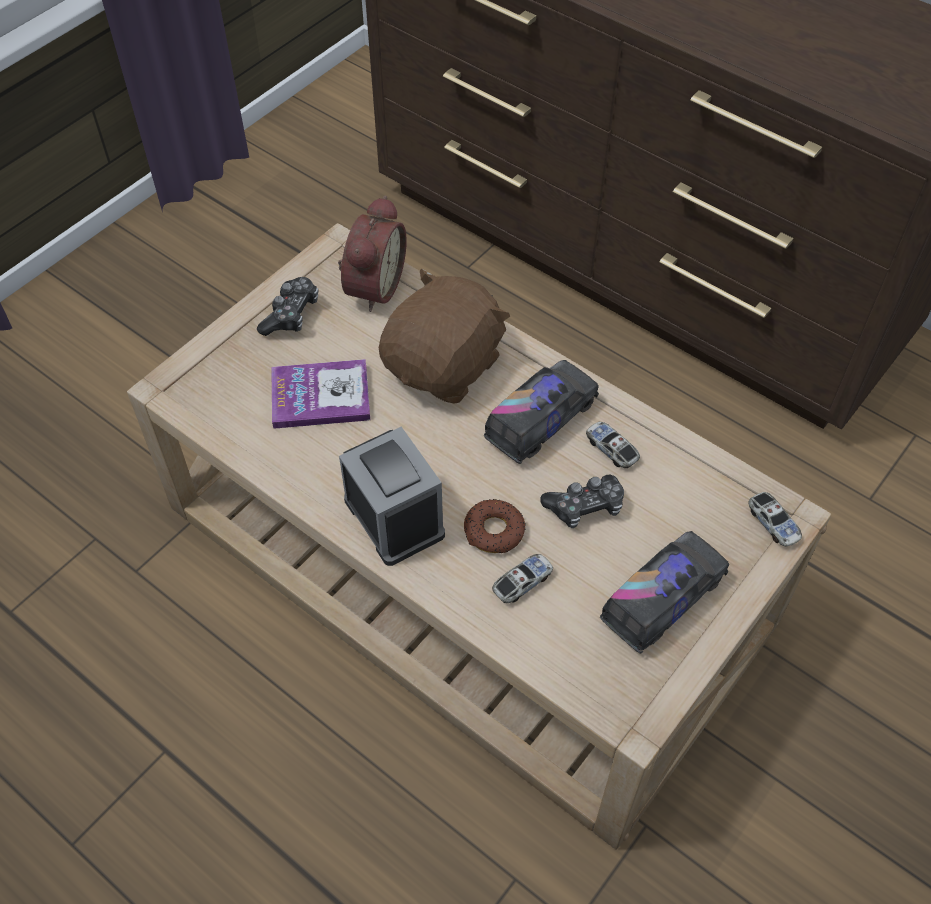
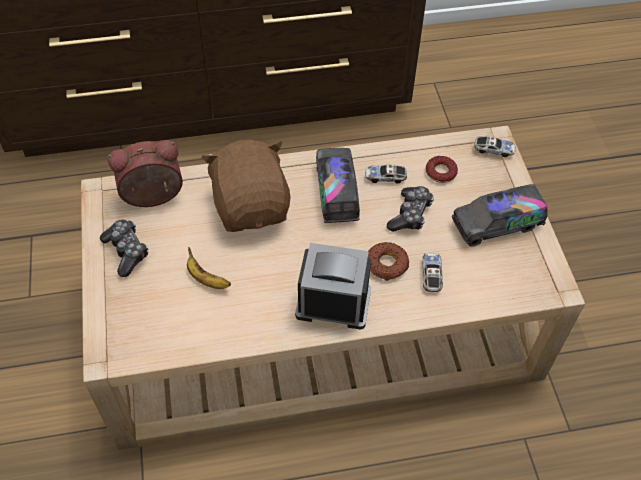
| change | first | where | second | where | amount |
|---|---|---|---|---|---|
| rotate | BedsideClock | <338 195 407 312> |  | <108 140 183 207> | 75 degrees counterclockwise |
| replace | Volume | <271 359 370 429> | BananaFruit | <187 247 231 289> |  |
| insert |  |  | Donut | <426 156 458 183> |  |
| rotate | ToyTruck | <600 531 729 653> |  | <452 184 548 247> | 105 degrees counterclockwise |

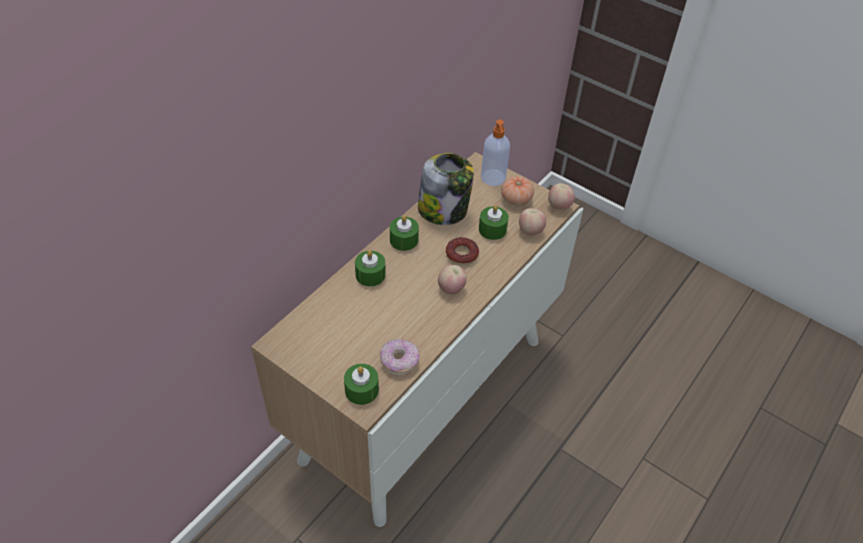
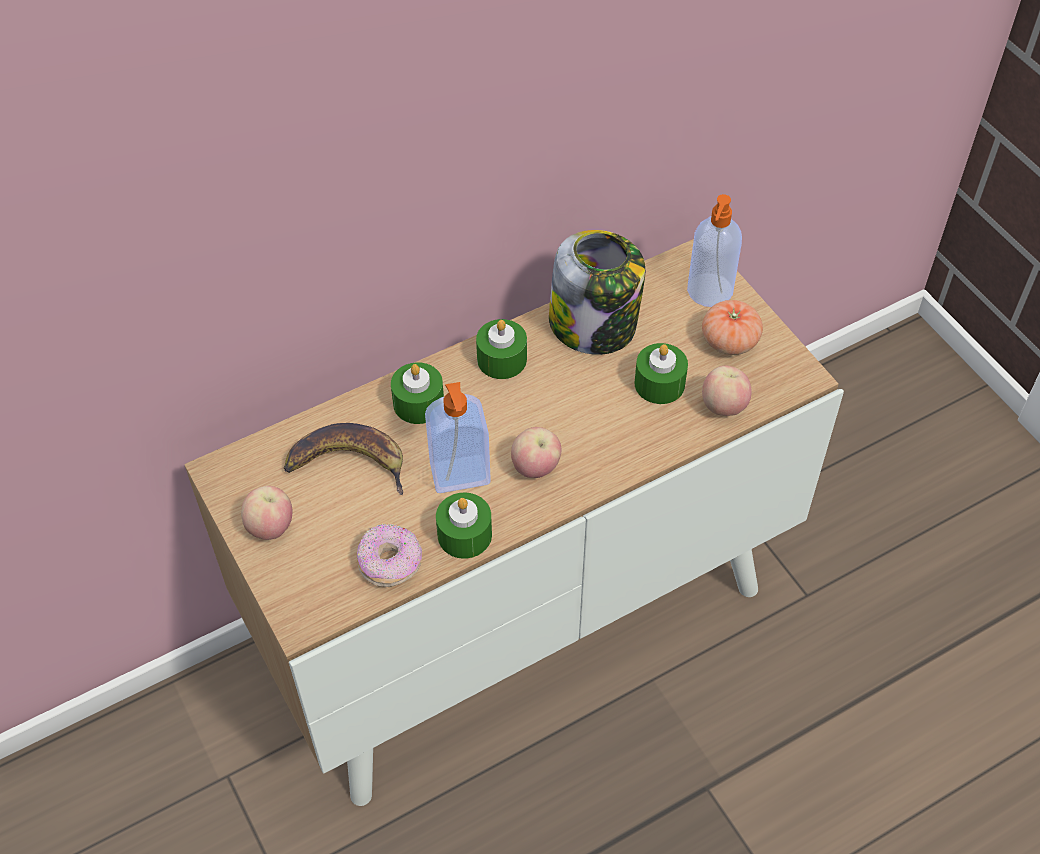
| change | first | where | second | where | amount |
|---|---|---|---|---|---|
| move | Apple | <548 183 575 210> |  | <241 486 292 540> |  |
| insert |  |  | BananaFruit | <284 423 403 495> |  |
| insert |  |  | LiquidSoapBottle | <425 382 491 493> |  |
| move | GreenCandle | <344 364 379 405> |  | <436 493 492 559> |  |
| delete | Donut | <446 237 479 265> |  |  |  |

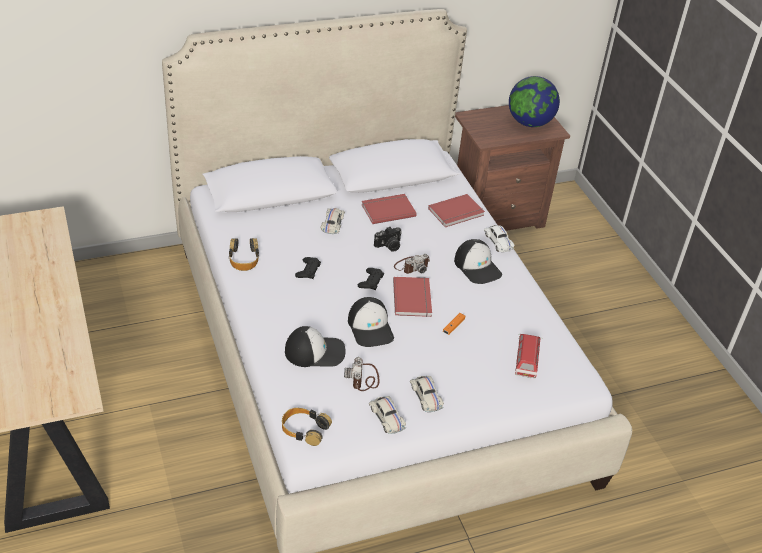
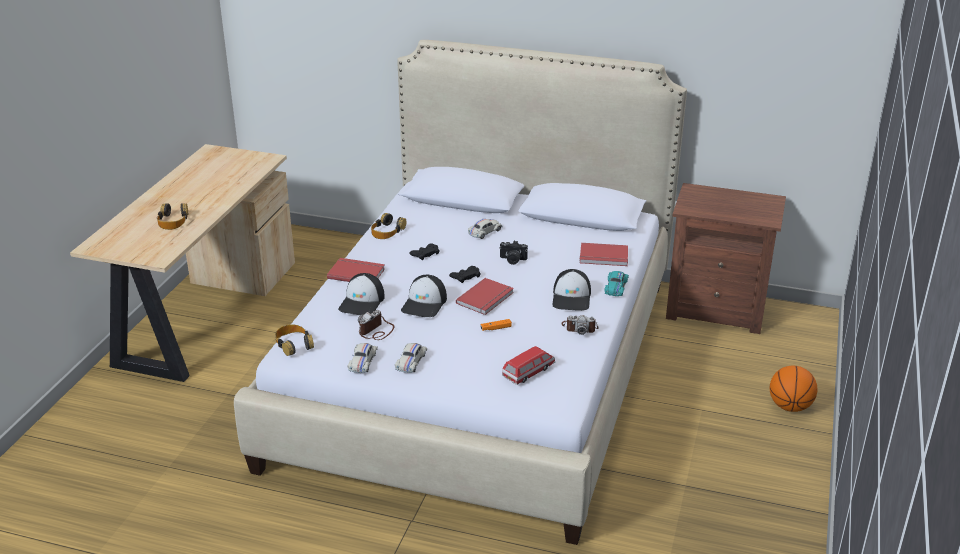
| change | first | where | second | where | amount |
|---|---|---|---|---|---|
| insert |  |  | PairOfHeadphones | <157 203 188 230> |  |
| move | RedVolume | <362 194 417 224> |  | <327 258 385 282> |  |
| rotate | BaseballCap | <285 326 345 367> |  | <338 273 385 315> | 75 degrees clockwise |
| move | StillCamera | <394 254 430 274> |  | <561 315 598 335> |  |
| recolor | WhiteToyCar | <484 225 514 252> | TurquoiseColouredToyCar | <604 271 629 296> |  |
| insert |  |  | Basketball | <770 366 817 412> |  |
| delete | DeskGlobe | <509 76 560 127> |  |  |  |

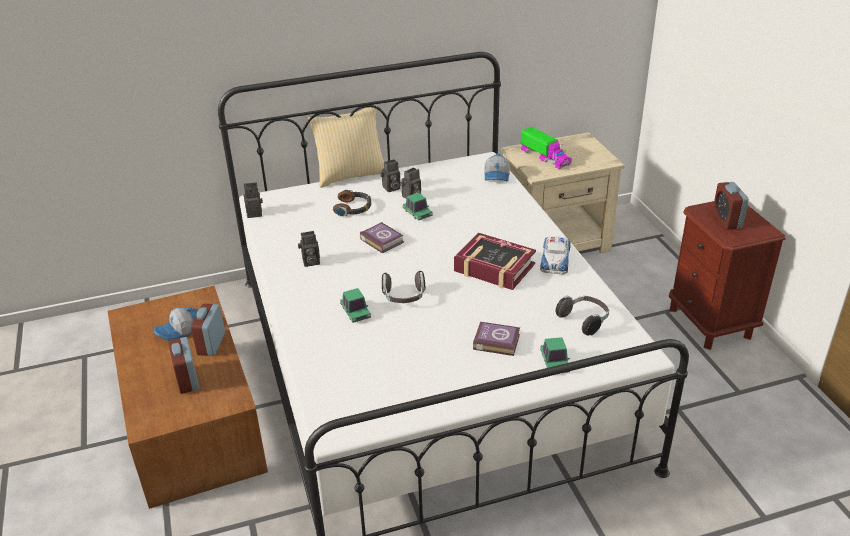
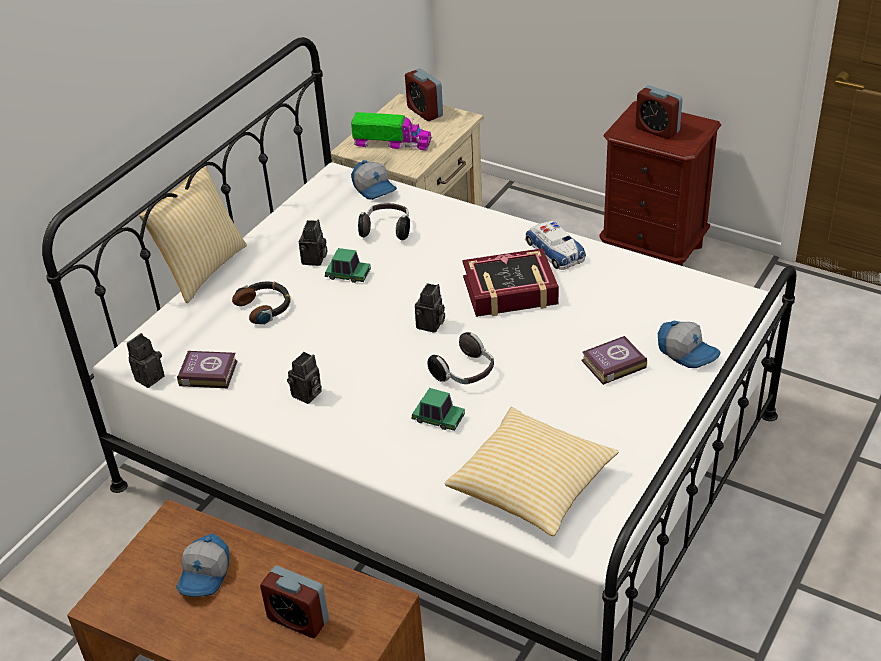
| change | first | where | second | where | amount |
|---|---|---|---|---|---|
| move | Volume | <360 222 404 254> |  | <177 351 238 388> |  |
| move | PairOfHeadphones | <555 296 609 335> |  | <358 203 410 240> |  |
| move | BedsideClock | <191 304 225 356> |  | <405 69 443 121> |  |
| move | StillCamera | <380 159 400 192> |  | <415 283 445 333> |  |
| insert |  |  | Cushion | <445 407 619 536> |  |
| replace | ToyCar | <540 337 570 373> | BaseballCap | <658 321 721 368> |  |

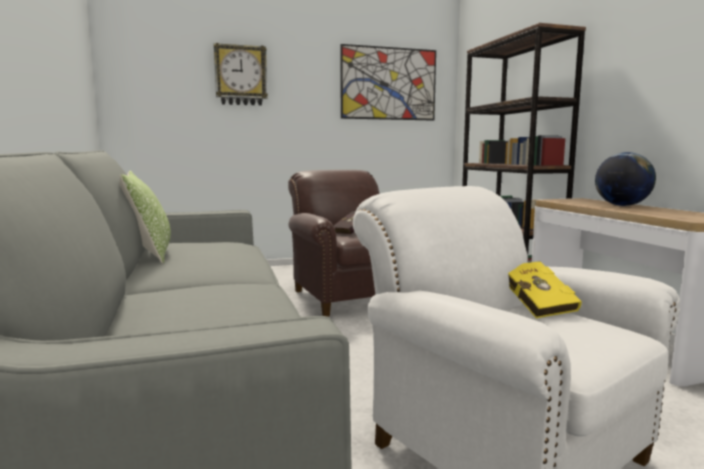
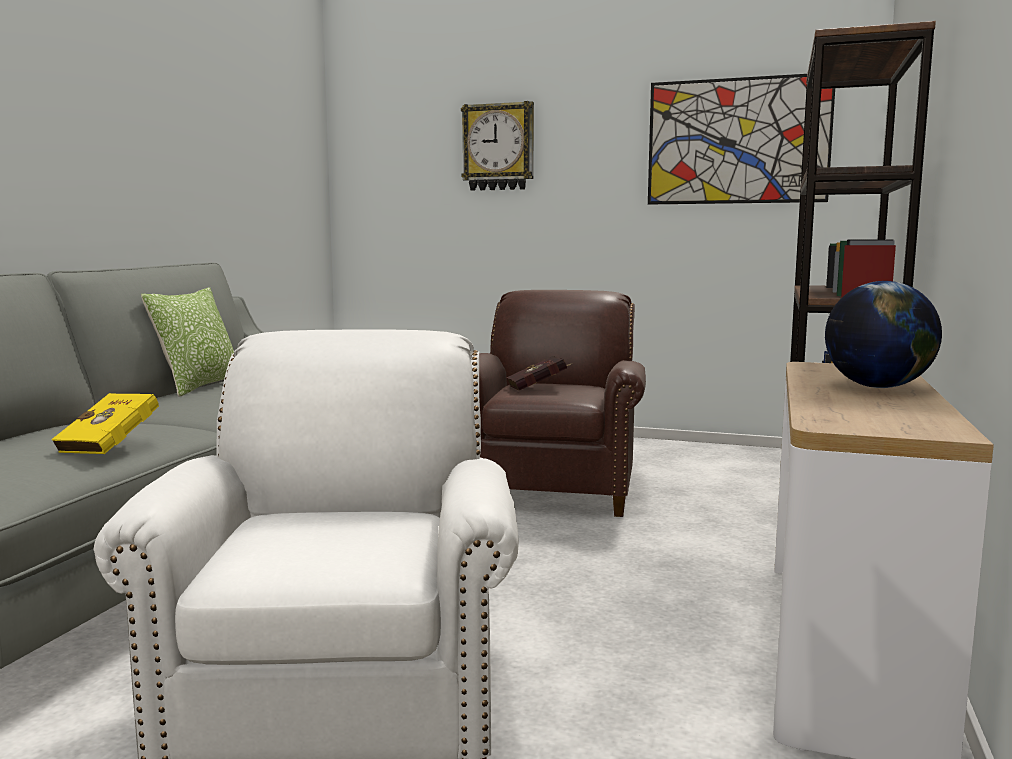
| change | first | where | second | where | amount |
|---|---|---|---|---|---|
| move | YellowVolume | <508 261 582 318> |  | <52 393 159 454> |  |

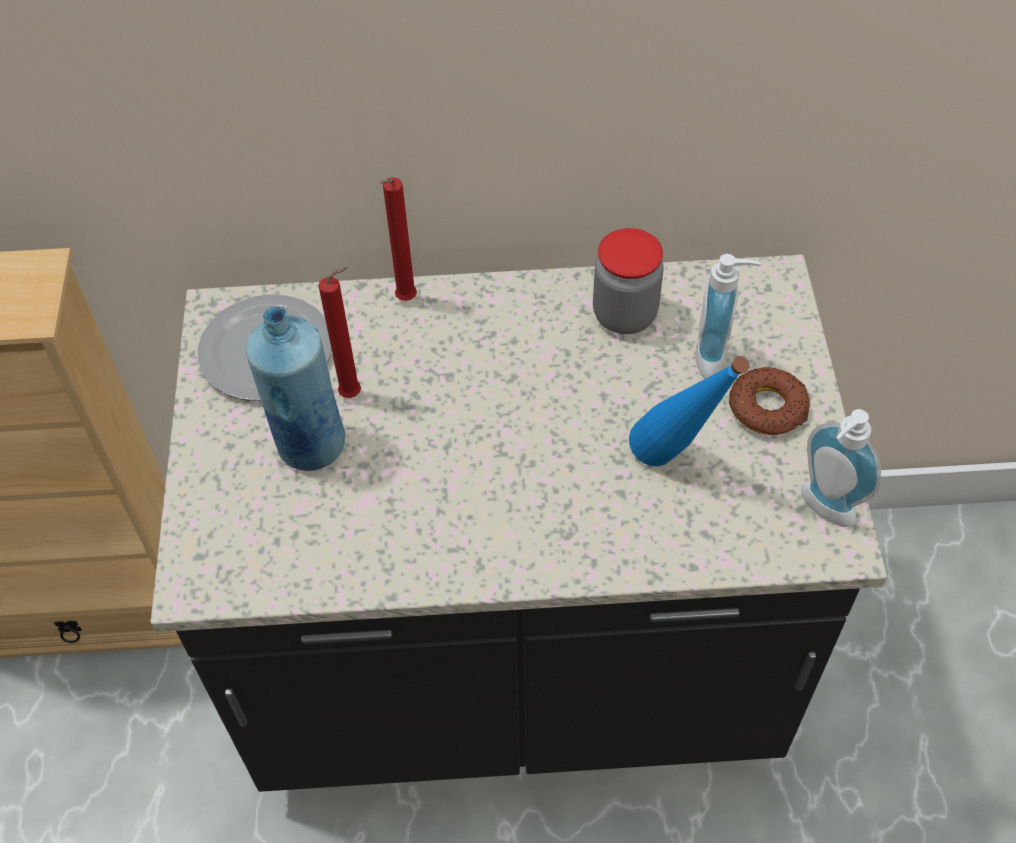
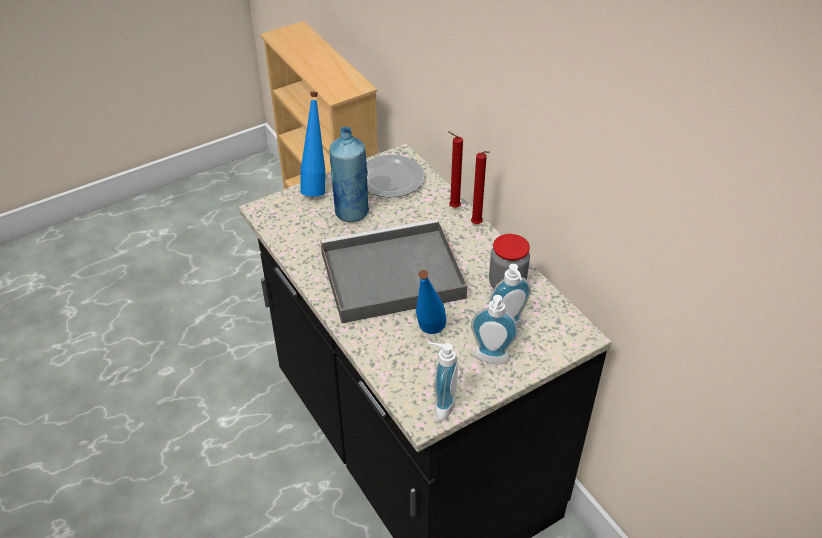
| change | first | where | second | where | amount |
|---|---|---|---|---|---|
| insert |  |  | BlueColouredDrinkBottle | <300 92 325 196> |  |
| insert |  |  | GreyishCarryingTray | <320 219 467 323> |  |
| move | RedCandle | <318 266 361 398> |  | <471 151 490 224> |  |
| replace | Donut | <729 367 810 435> | LiquidSoapBottle | <471 295 518 364> |  |

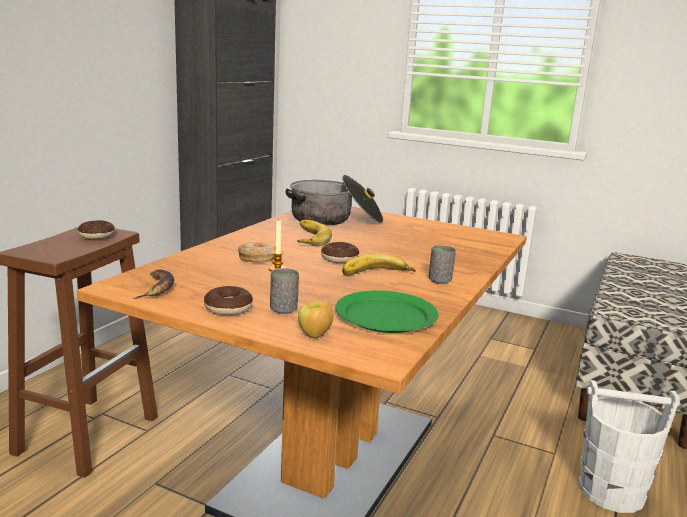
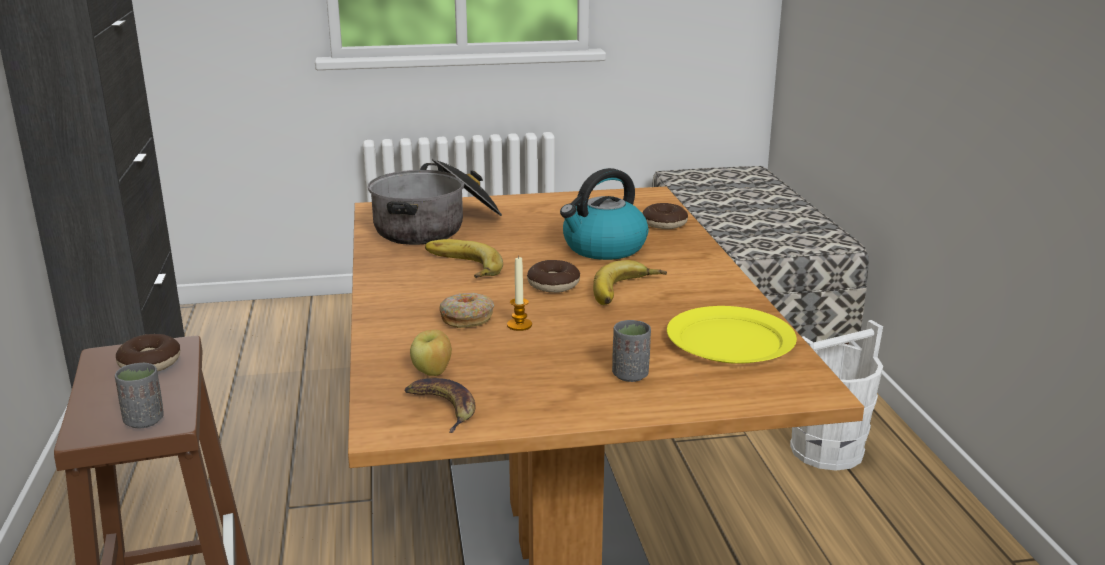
| change | first | where | second | where | amount |
|---|---|---|---|---|---|
| move | GreyishDrinkingCup | <429 245 456 284> |  | <115 362 164 428> |  |
| move | Apple | <298 301 334 339> |  | <410 329 452 376> |  |
| insert |  |  | WaterKettle | <560 168 649 260> |  |
| move | Donut | <204 286 253 315> |  | <643 203 688 229> |  |
| recolor | GreenDinnerPlate | <335 290 439 333> | YellowDinnerPlate | <667 306 797 364> |  |

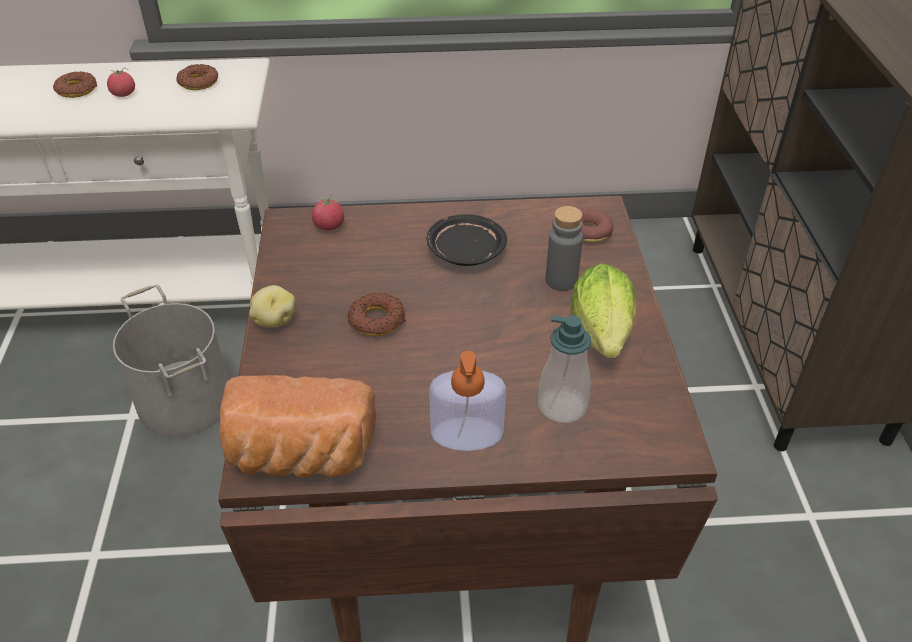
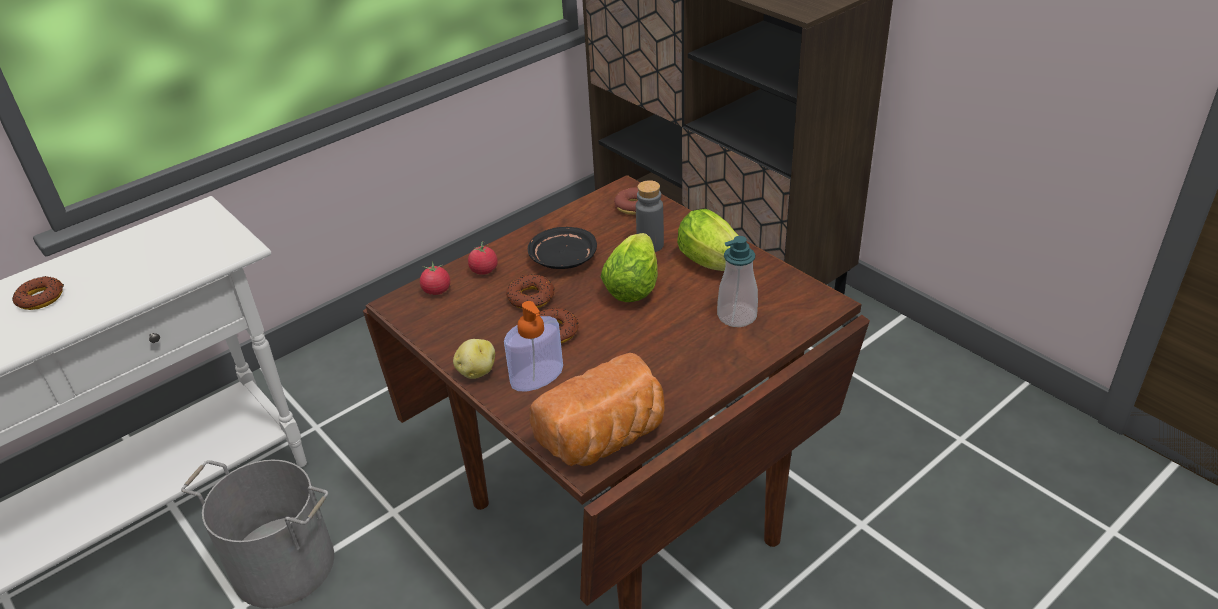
| change | first | where | second | where | amount |
|---|---|---|---|---|---|
| move | WholeTomato | <107 68 135 97> |  | <468 241 498 275> |  |
| move | LiquidSoapBottle | <429 351 506 451> |  | <504 301 563 391> |  |
| move | Donut | <176 64 218 90> |  | <506 274 555 308> |  |
| insert |  |  | HeadOfLettuce | <601 233 658 302> |  |

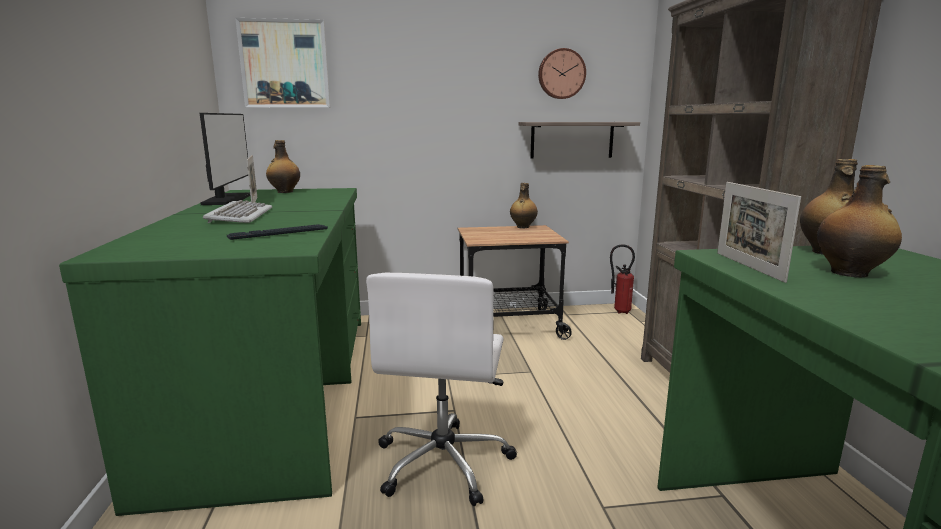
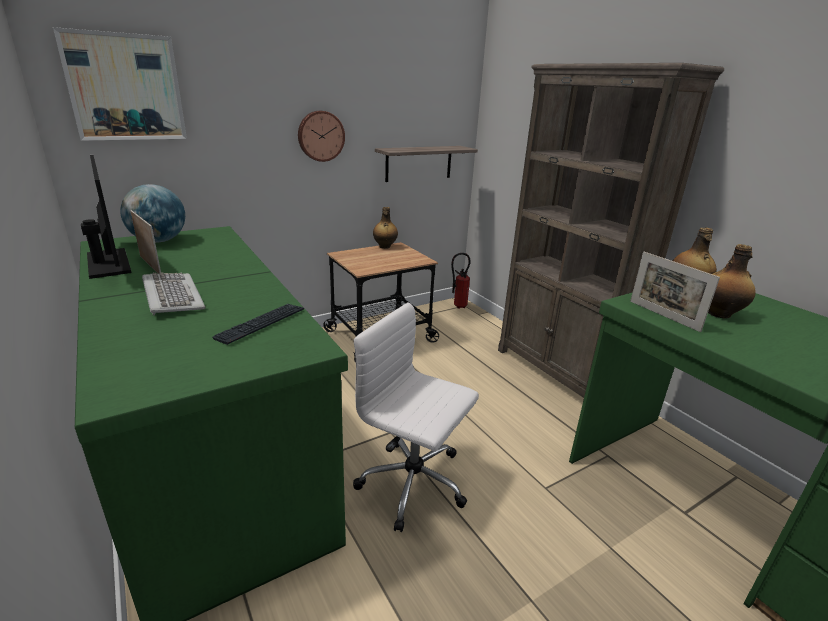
| change | first | where | second | where | amount |
|---|---|---|---|---|---|
| replace | DrinkBottle | <266 140 300 193> | DeskGlobe | <120 184 185 243> |  |
| move | ClockOnTheWall | <538 48 586 99> |  | <298 111 345 162> |  |
| rotate | WhiteDeskChair | <366 273 517 506> |  | <353 302 479 532> | 135 degrees clockwise |

